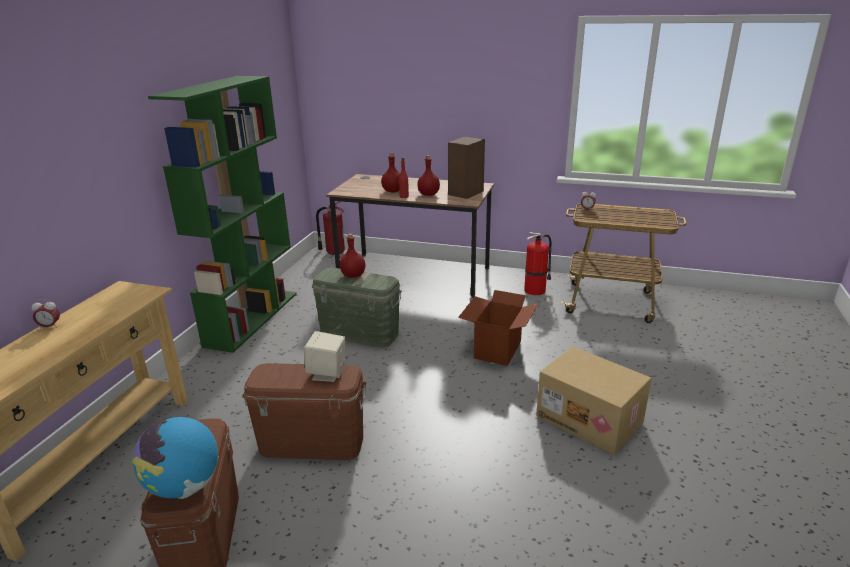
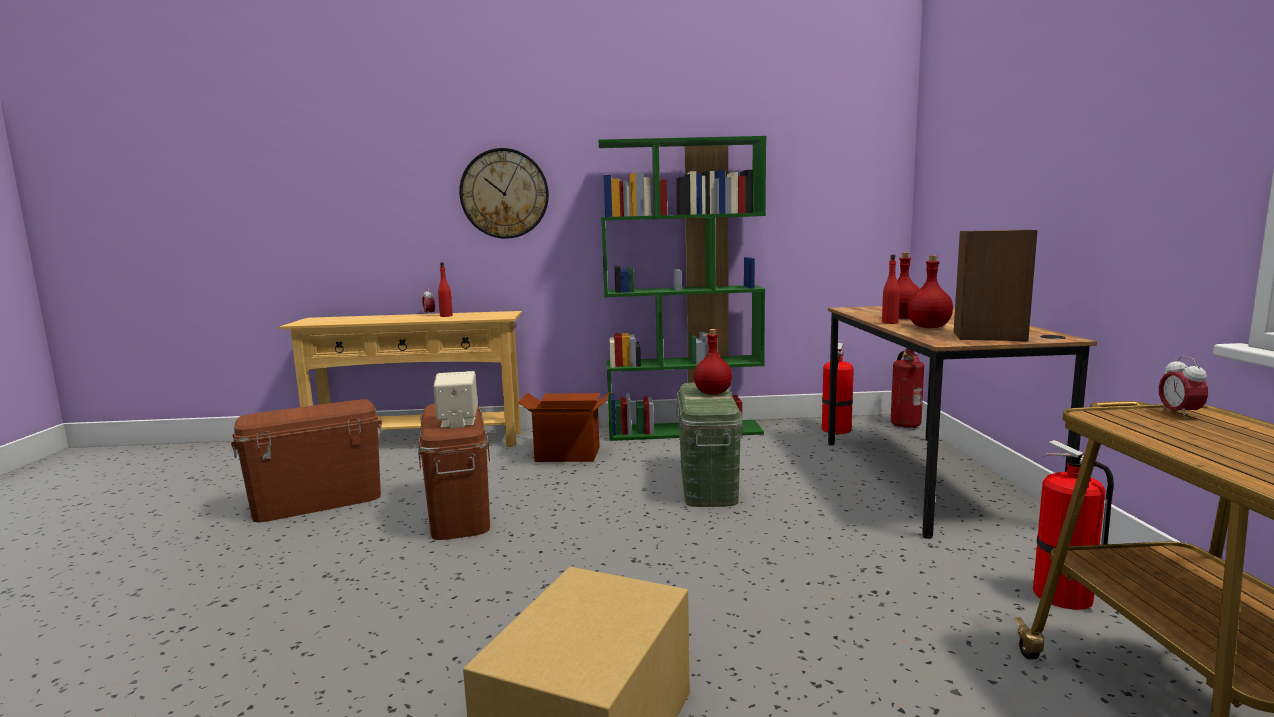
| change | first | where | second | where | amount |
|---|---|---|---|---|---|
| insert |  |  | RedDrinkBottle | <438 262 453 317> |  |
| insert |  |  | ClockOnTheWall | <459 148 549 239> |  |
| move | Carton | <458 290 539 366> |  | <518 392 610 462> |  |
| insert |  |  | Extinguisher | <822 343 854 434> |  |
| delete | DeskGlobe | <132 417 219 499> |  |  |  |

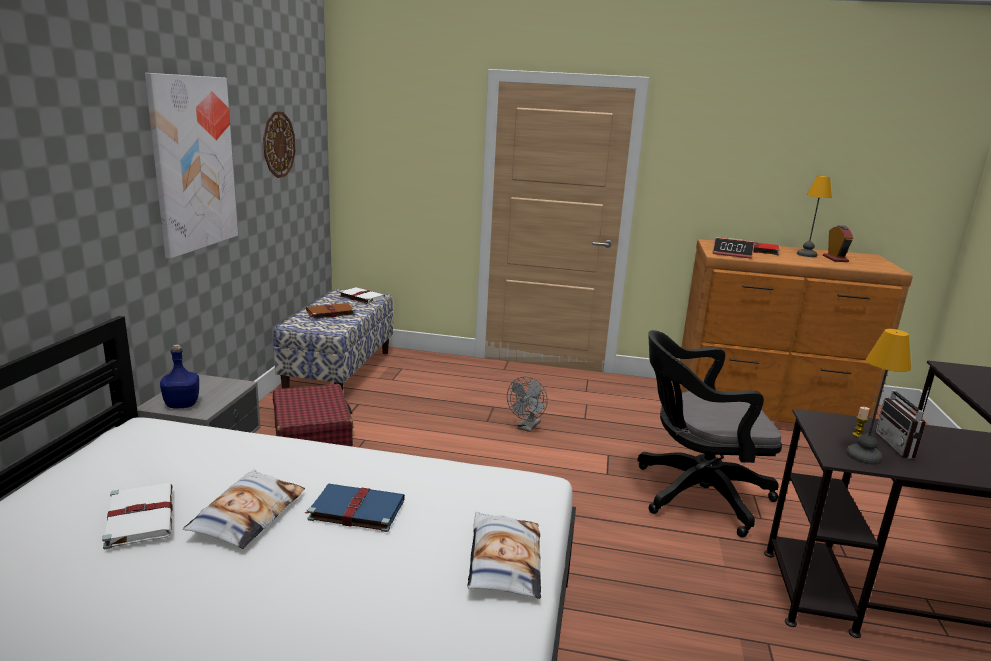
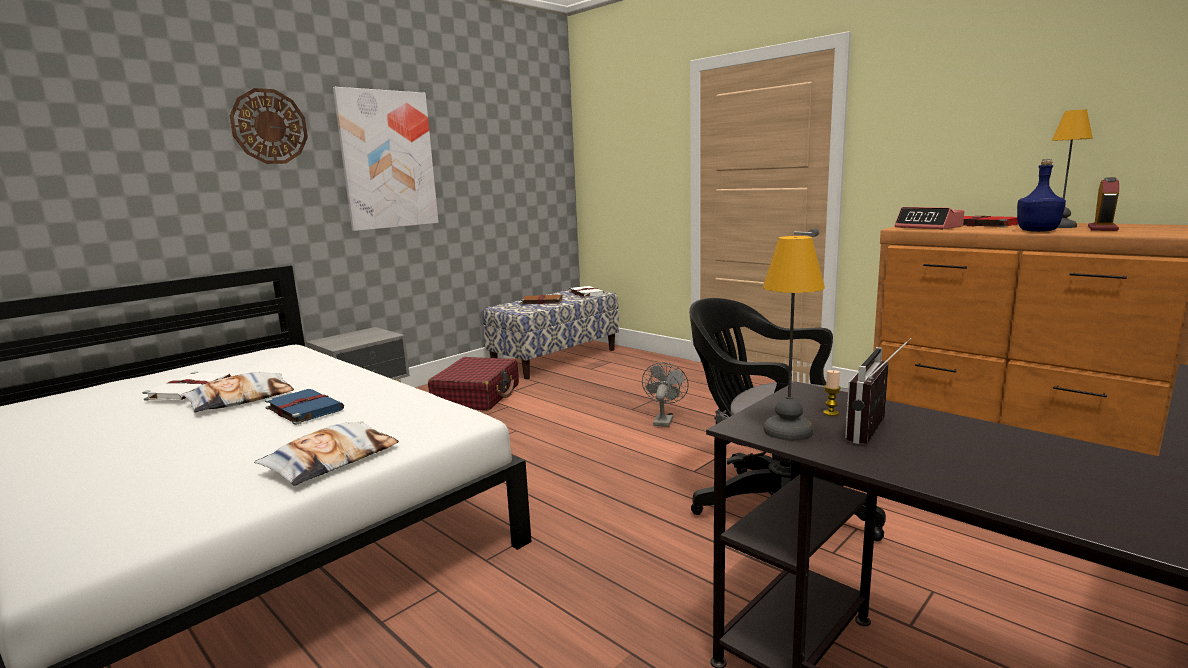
| change | first | where | second | where | amount |
|---|---|---|---|---|---|
| move | ClockOnTheWall | <263 112 295 178> |  | <229 88 308 164> |  |
| rotate | GreyishElectricFan | <507 377 548 432> |  | <642 362 689 427> | 135 degrees clockwise |
| move | BlueColouredDrinkBottle | <160 344 199 408> |  | <1017 159 1066 232> |  |

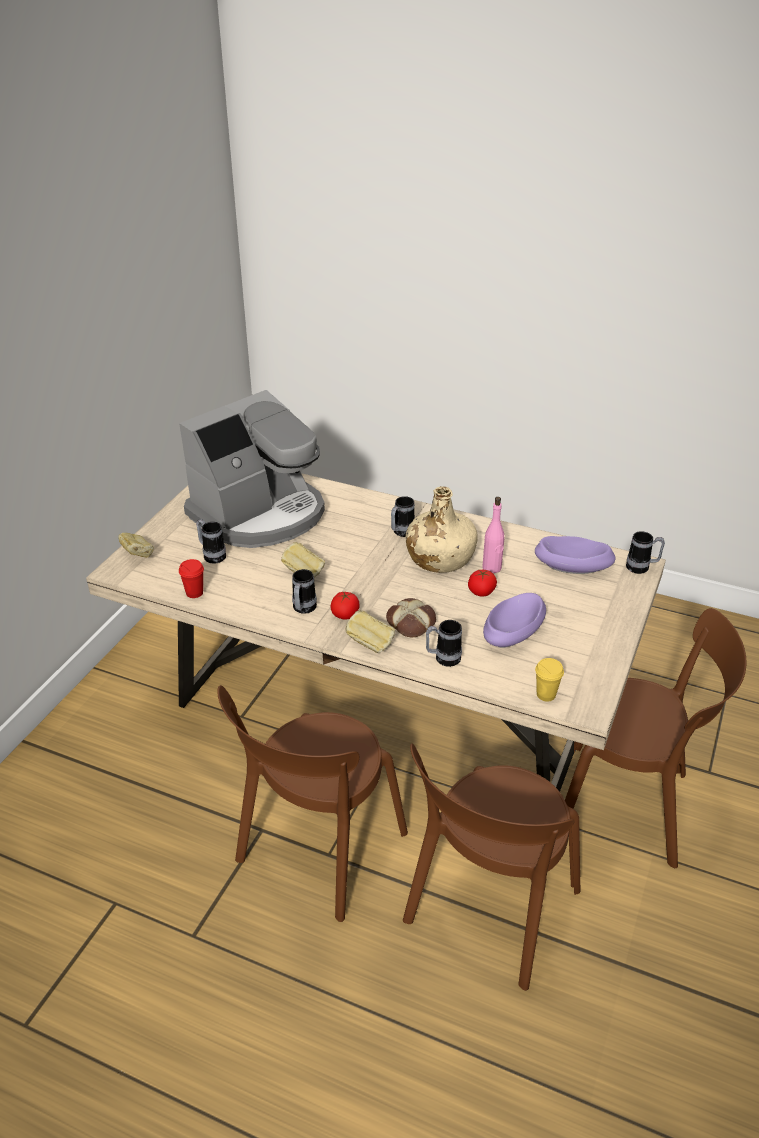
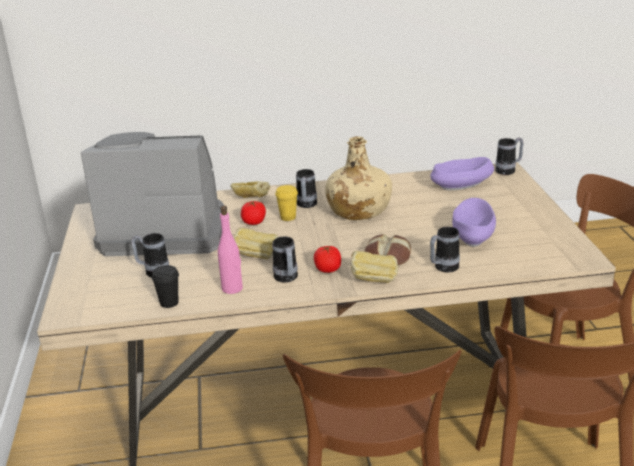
| change | first | where | second | where | amount |
|---|---|---|---|---|---|
| rotate | CoffeeBrewer | <179 390 325 548> |  | <81 132 224 256> | 105 degrees counterclockwise |
| recolor | RedDrinkingCup | <179 559 204 598> | BlackDrinkingCup | <152 265 179 308> |  |
| move | PinkColouredDrinkBottle | <482 497 504 573> |  | <218 206 243 294> |  |
| move | BakedBread | <118 533 154 558> |  | <230 181 270 198> |  |
| move | WholeTomato | <468 570 497 597> |  | <241 201 266 225> |  |
| move | YellowDrinkingCup | <535 658 564 702> |  | <275 185 298 221> |  |

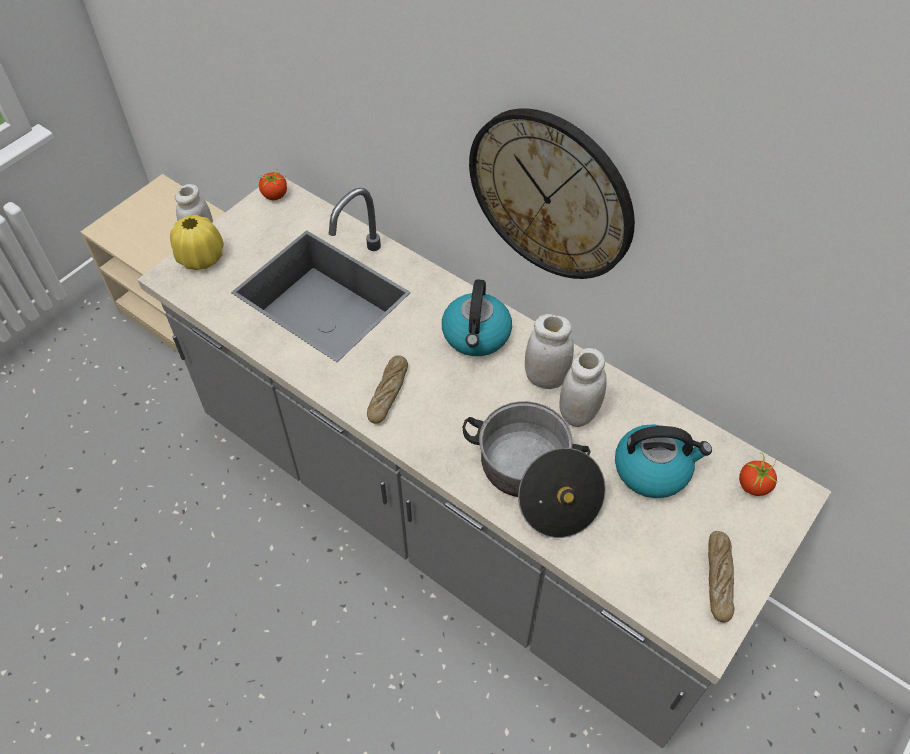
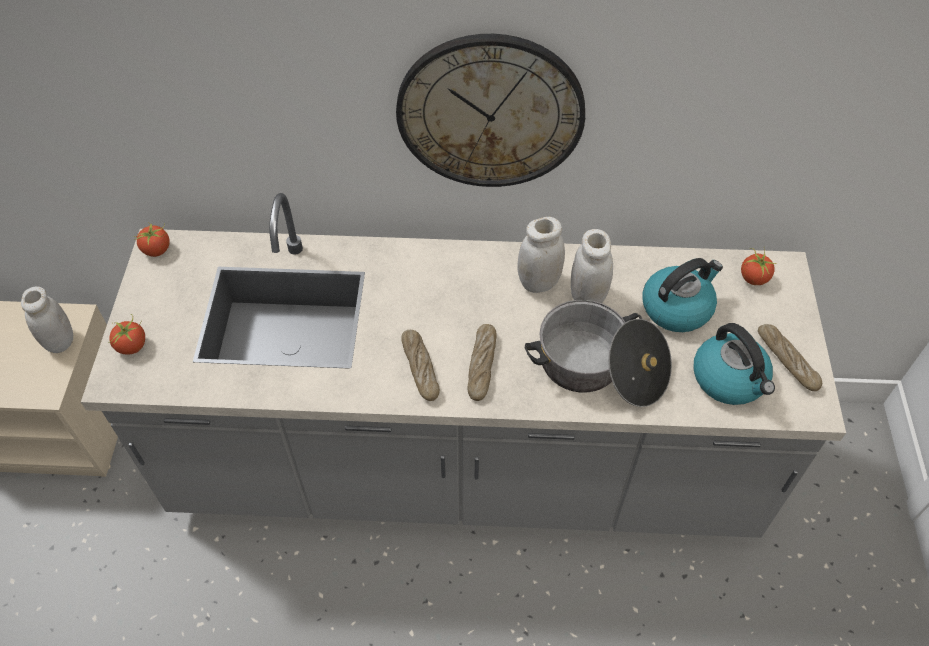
| change | first | where | second | where | amount |
|---|---|---|---|---|---|
| replace | YellowFlowerVase | <170 215 224 270> | WholeTomato | <108 314 145 355> |  |
| insert |  |  | BakedBread | <468 324 497 401> |  |
| move | WaterKettle | <442 279 512 356> |  | <693 323 775 405> |  |

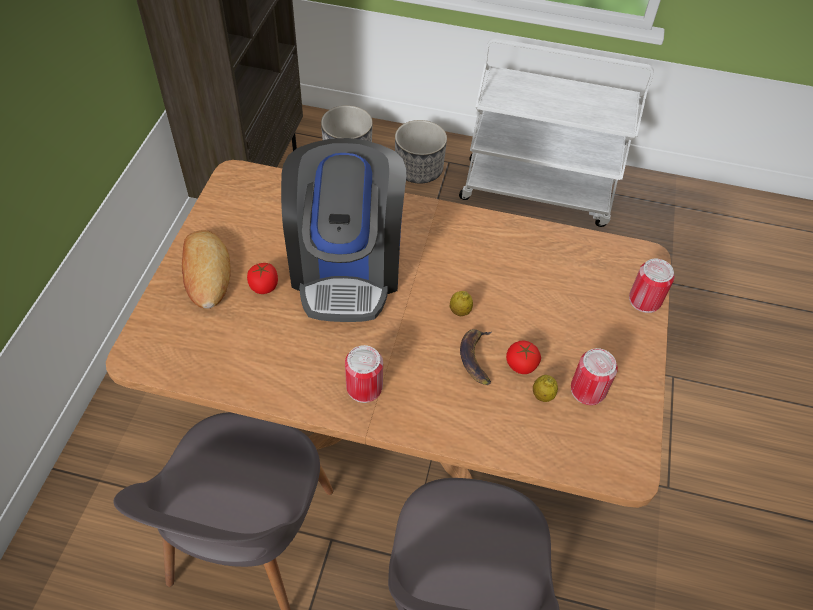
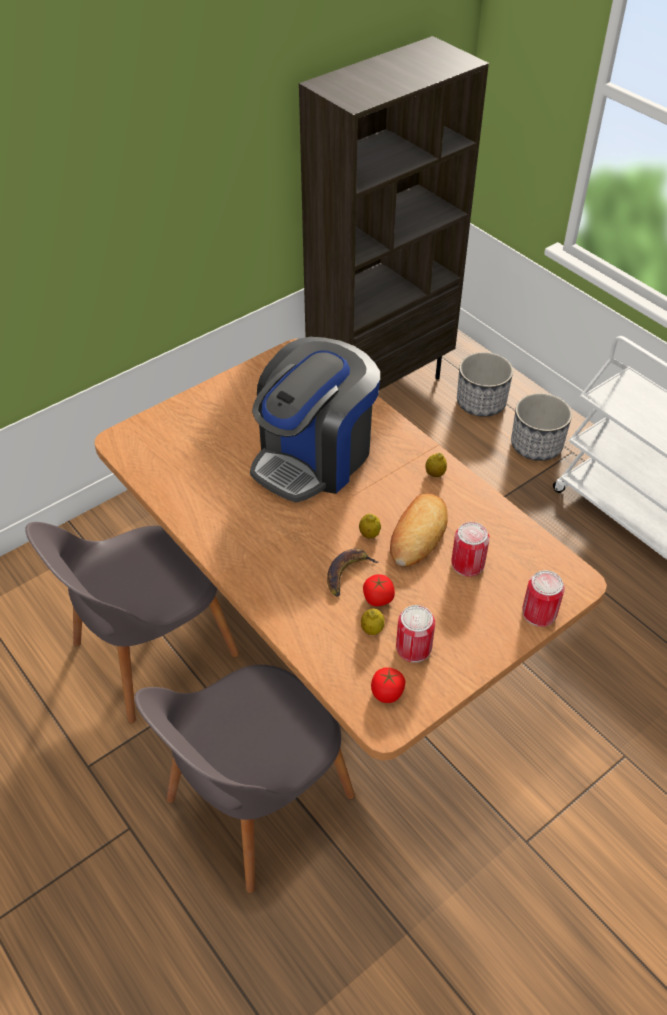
| change | first | where | second | where | amount |
|---|---|---|---|---|---|
| move | WholeTomato | <247 263 278 294> |  | <371 667 405 703> |  |
| move | BakedBread | <182 230 231 309> |  | <390 493 448 566> |  |
| insert |  |  | Lemon | <425 453 447 477> |  |
| move | MetalCan | <345 345 383 403> |  | <451 522 490 577> |  |

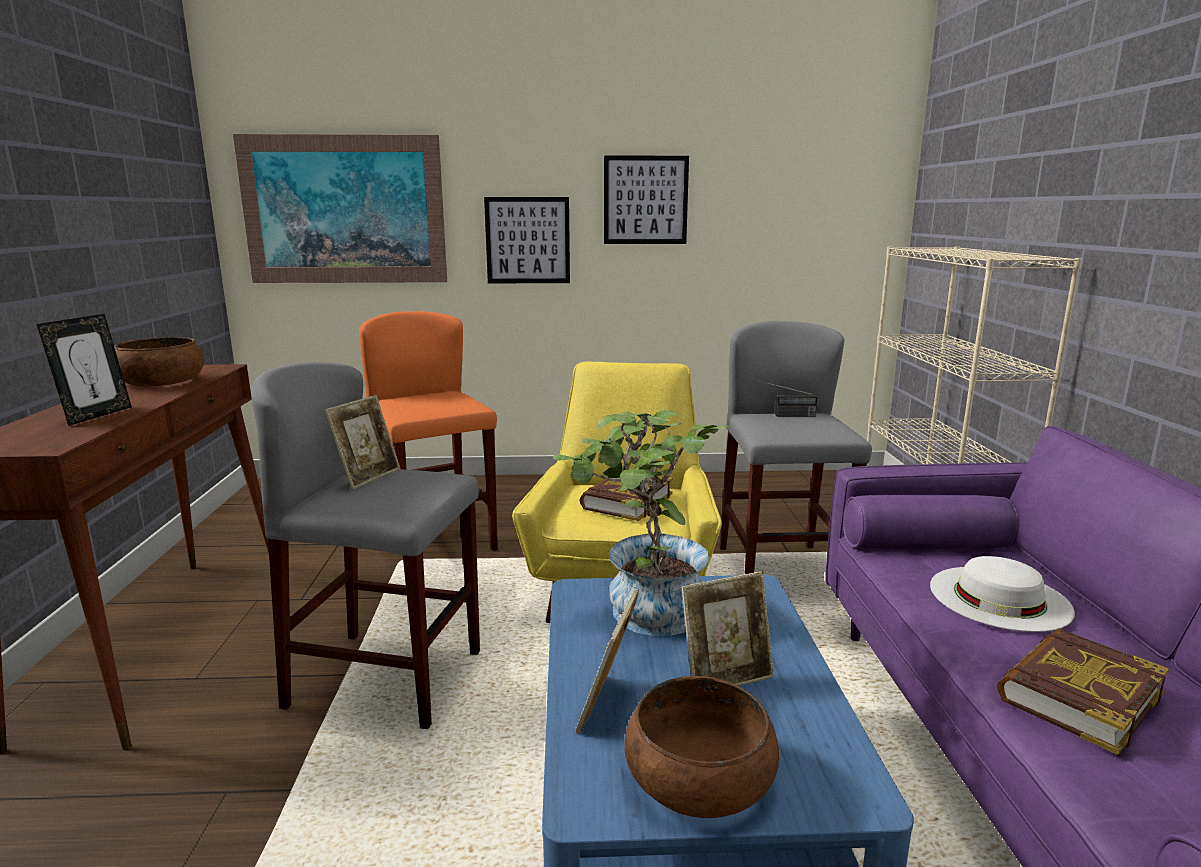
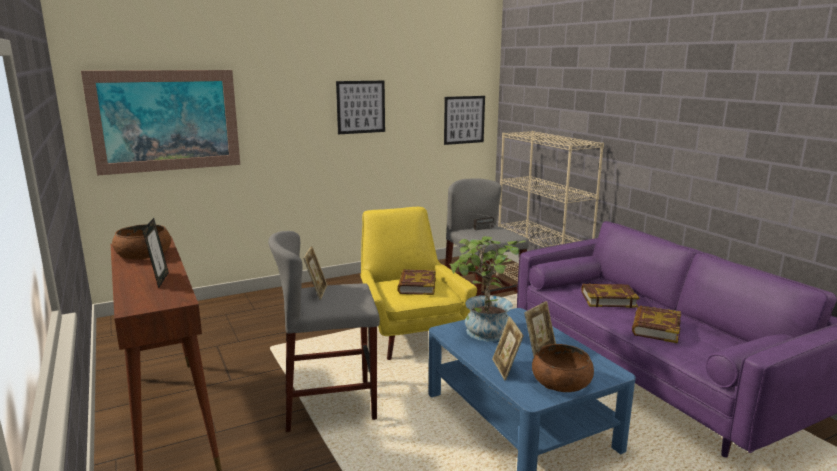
| change | first | where | second | where | amount |
|---|---|---|---|---|---|
| move | WallArt | <484 197 570 283> |  | <444 96 485 145> |  |
| replace | WhiteHat | <930 556 1075 632> | Volume | <582 283 639 308> |  |
| delete | OrangeStool | <359 311 498 551> |  |  |  |

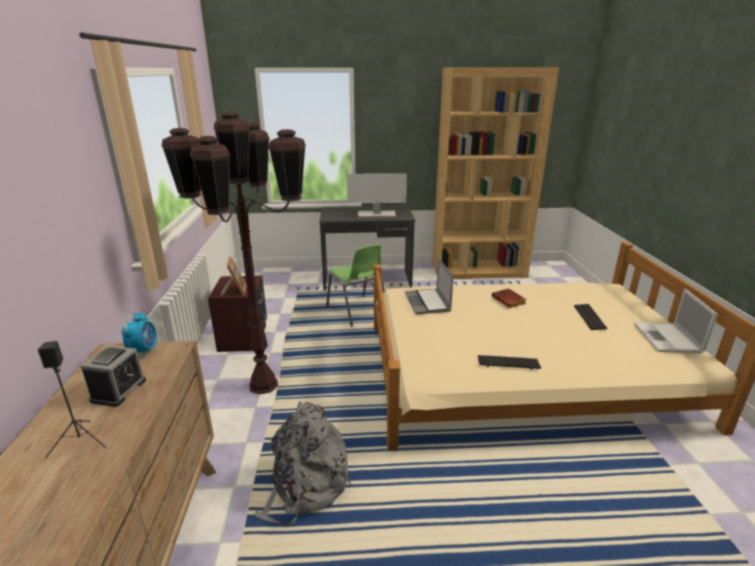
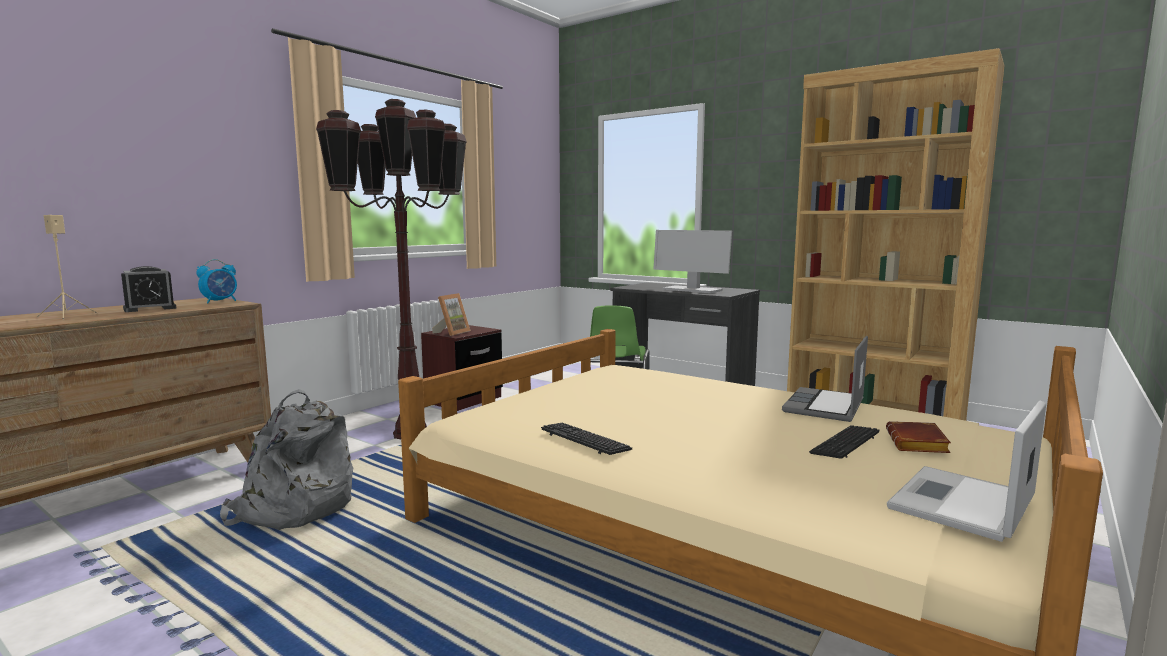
| change | first | where | second | where | amount |
|---|---|---|---|---|---|
| recolor | BlackAudioSpeaker | <38 341 107 459> | BeigeColouredAudioSpeaker | <37 215 97 320> |  |
| move | PortableComputer | <405 258 454 314> |  | <782 336 868 422> |  |
| move | BrownVolume | <492 288 527 308> |  | <886 421 951 453> |  |

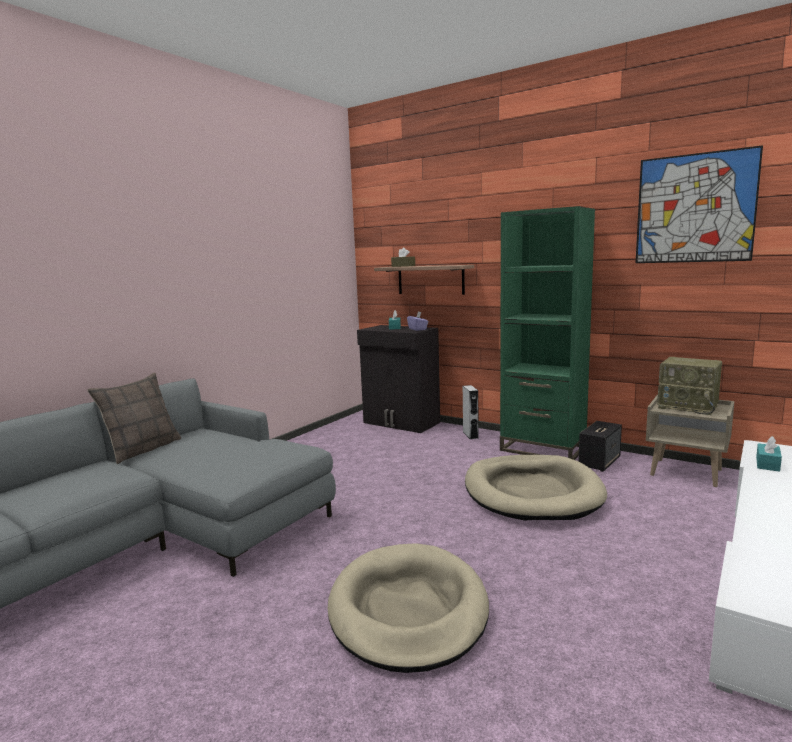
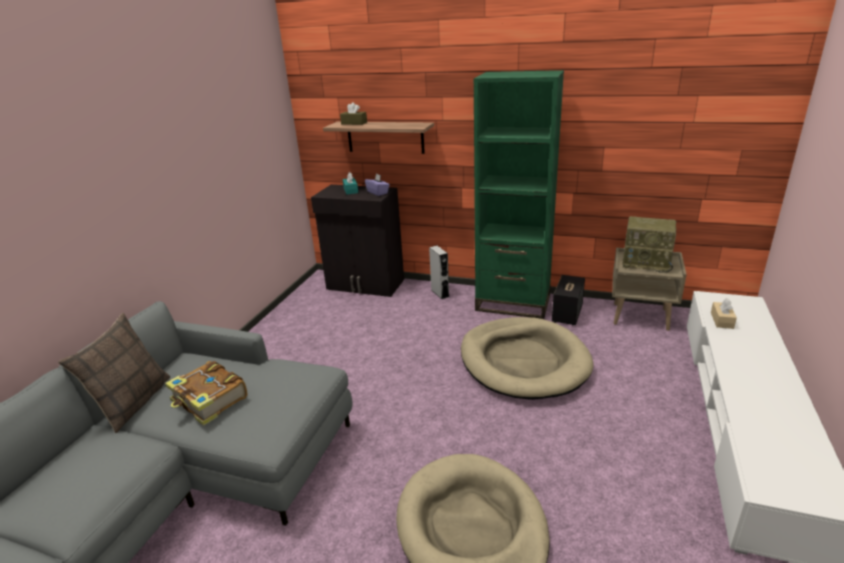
| change | first | where | second | where | amount |
|---|---|---|---|---|---|
| insert |  |  | Volume | <165 361 247 426> |  |
| recolor | TurquoiseColouredTissueHolder | <756 436 782 472> | BeigeColouredTissueHolder | <711 298 737 329> |  |
| delete | WallArt | <636 145 763 263> |  |  |  |

